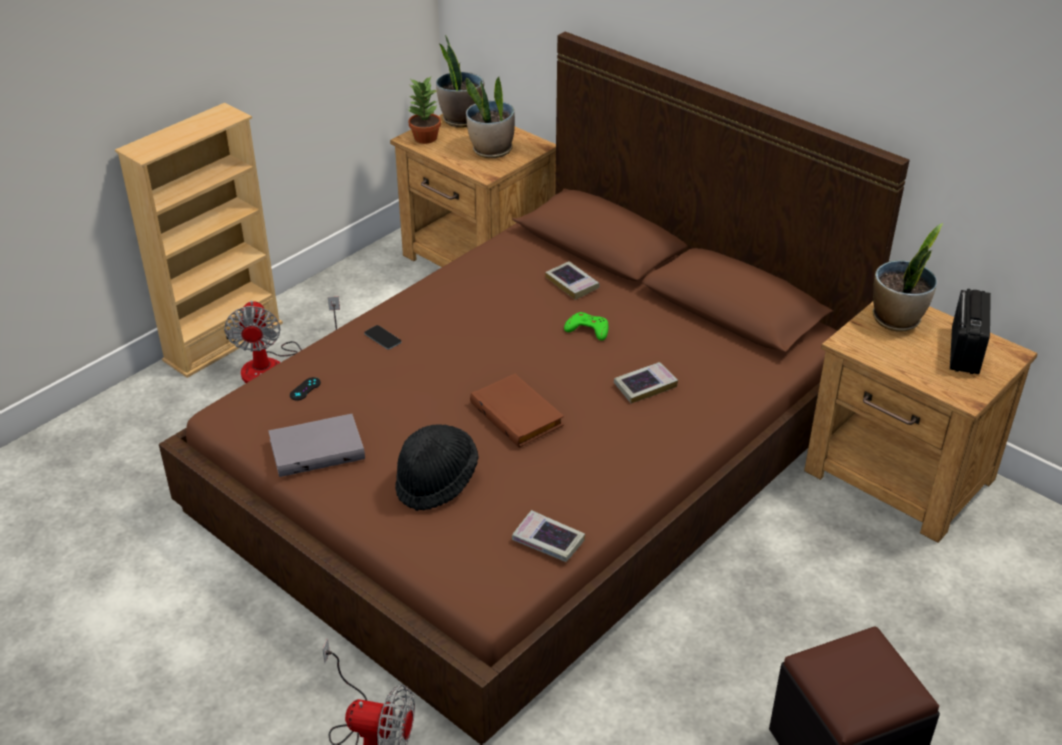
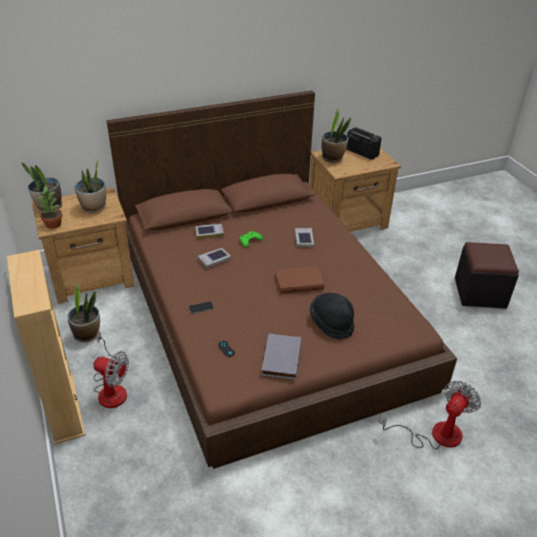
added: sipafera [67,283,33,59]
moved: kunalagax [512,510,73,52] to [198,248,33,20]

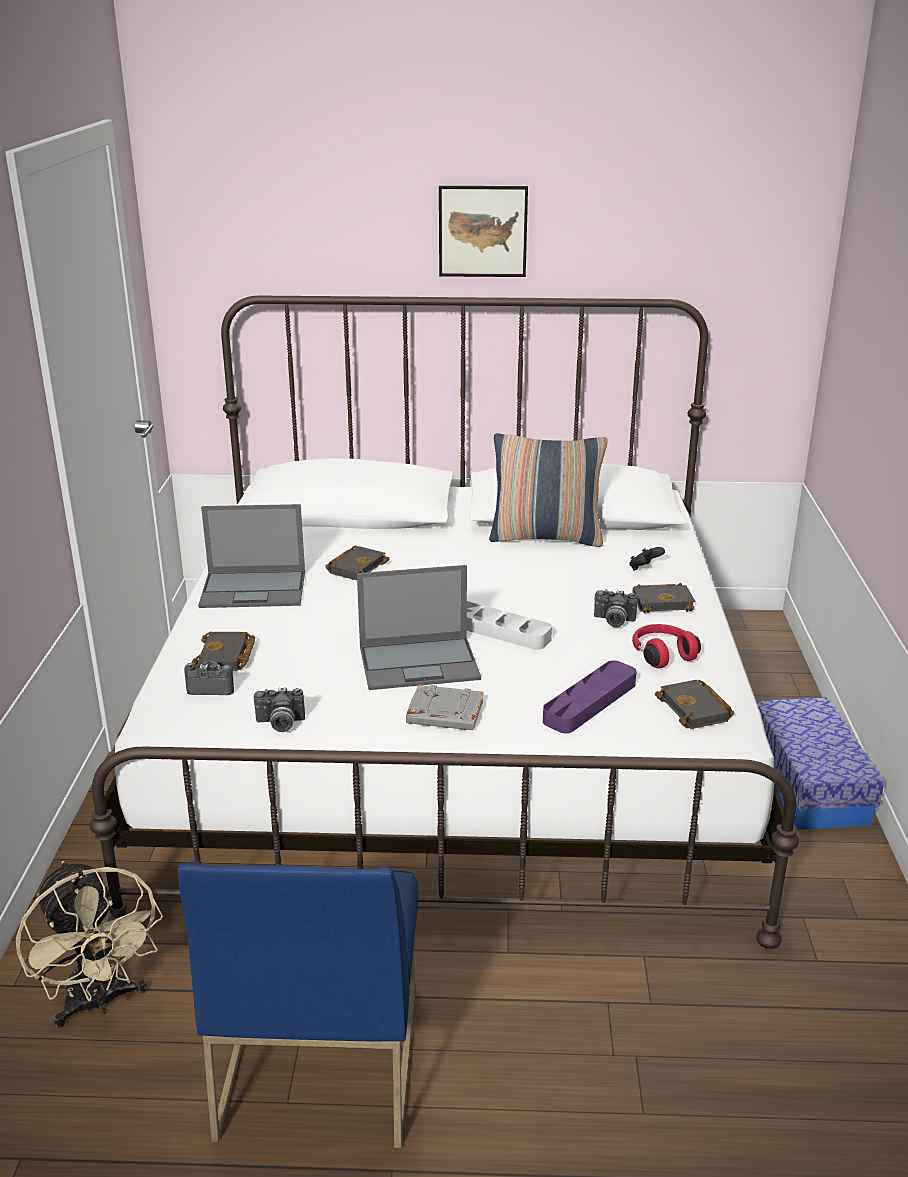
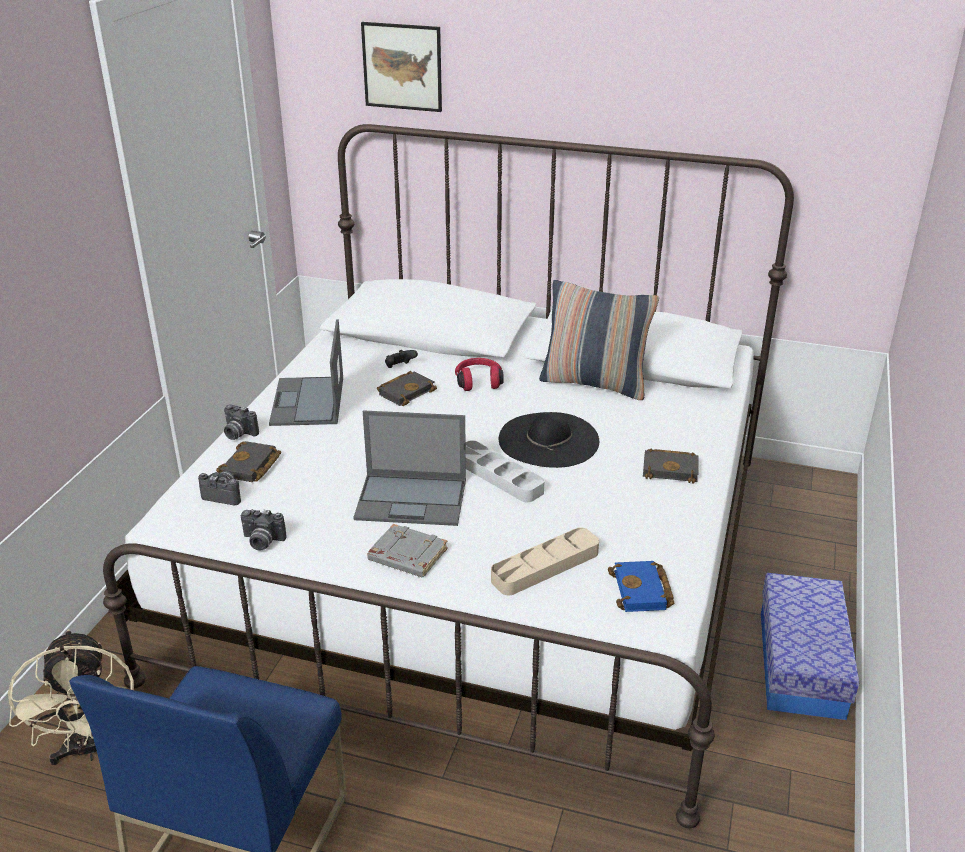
added: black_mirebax [499,412,100,56]
moved: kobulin [439,186,89,91] to [361,22,81,90]; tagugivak [594,589,43,38] to [224,404,35,36]; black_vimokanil [629,547,36,24] to [385,350,33,18]; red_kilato [632,624,69,44] to [455,358,49,33]
recoloured: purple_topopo [543,661,94,72] to beige_topopo [491,528,108,67]; black_kunalagax [655,680,79,49] to blue_kunalagax [608,561,66,51]
turned: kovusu [198,504,107,104] = [269,319,74,107] 75 degrees clockwise

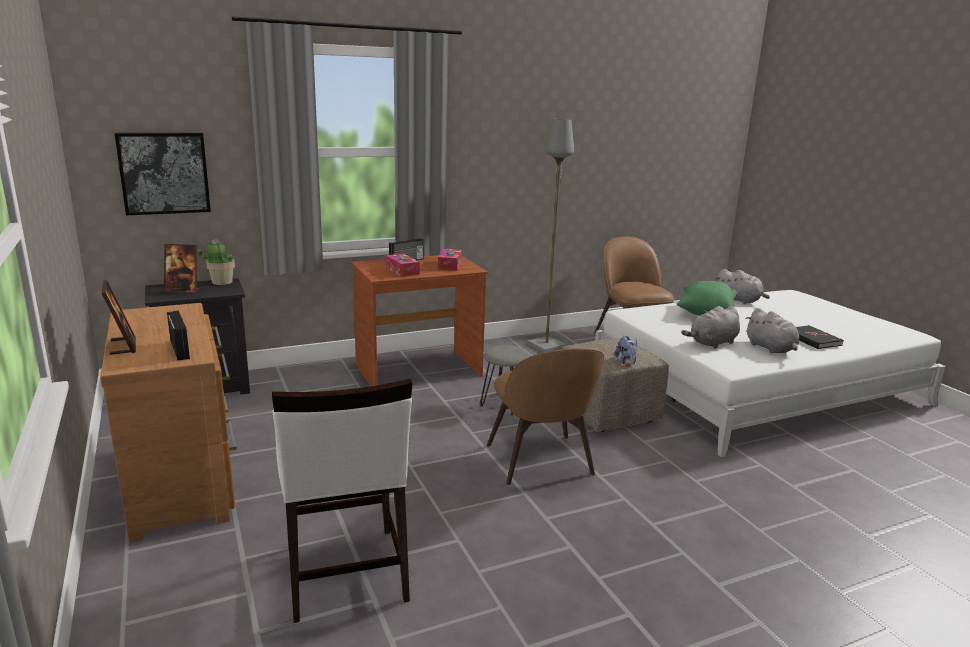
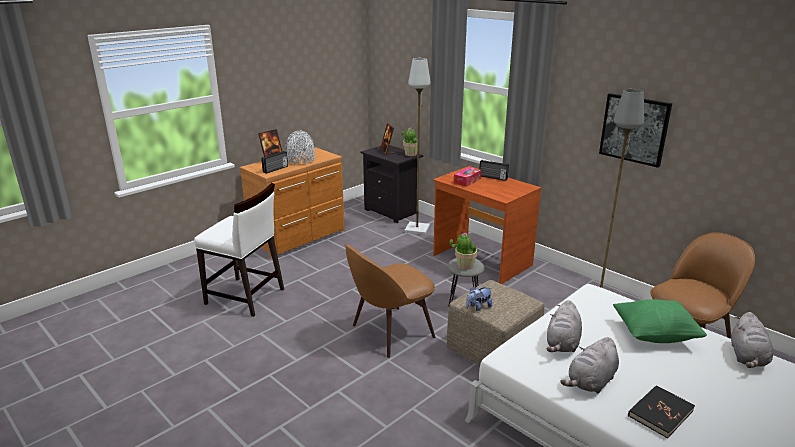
removed: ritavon [438,249,24,22]
added: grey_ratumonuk [286,131,29,34]; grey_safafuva [404,58,27,177]; sipafera [449,232,28,38]
moved: kobulin [115,133,96,82] to [599,93,73,75]
turned: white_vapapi [272,379,140,244] = [194,183,90,134] 120 degrees counterclockwise; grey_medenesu [681,306,59,43] = [547,300,35,52] 105 degrees counterclockwise

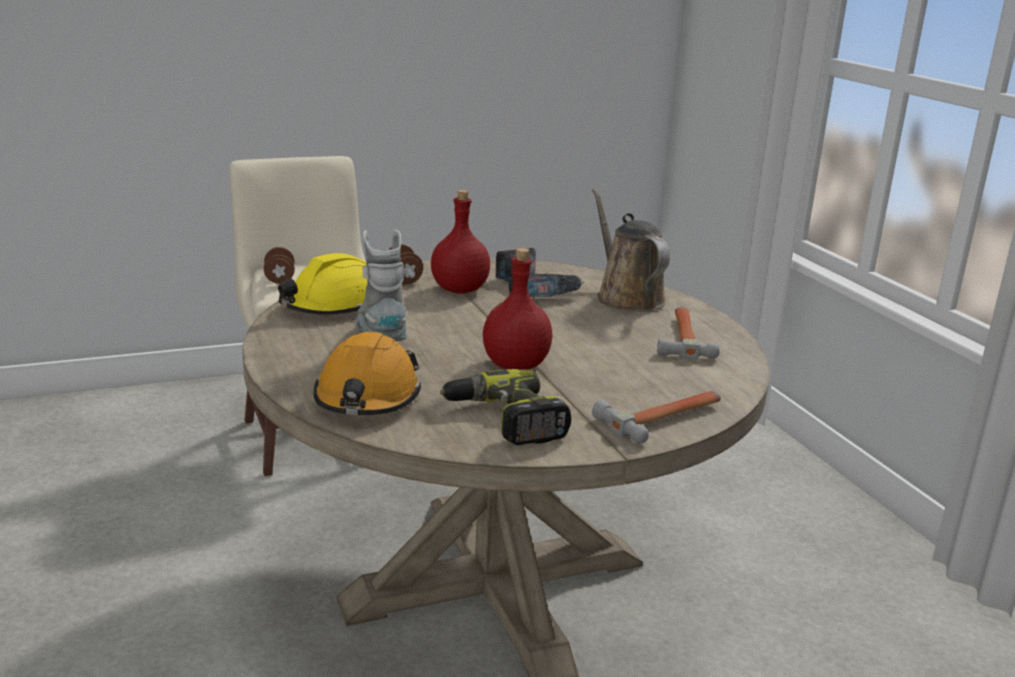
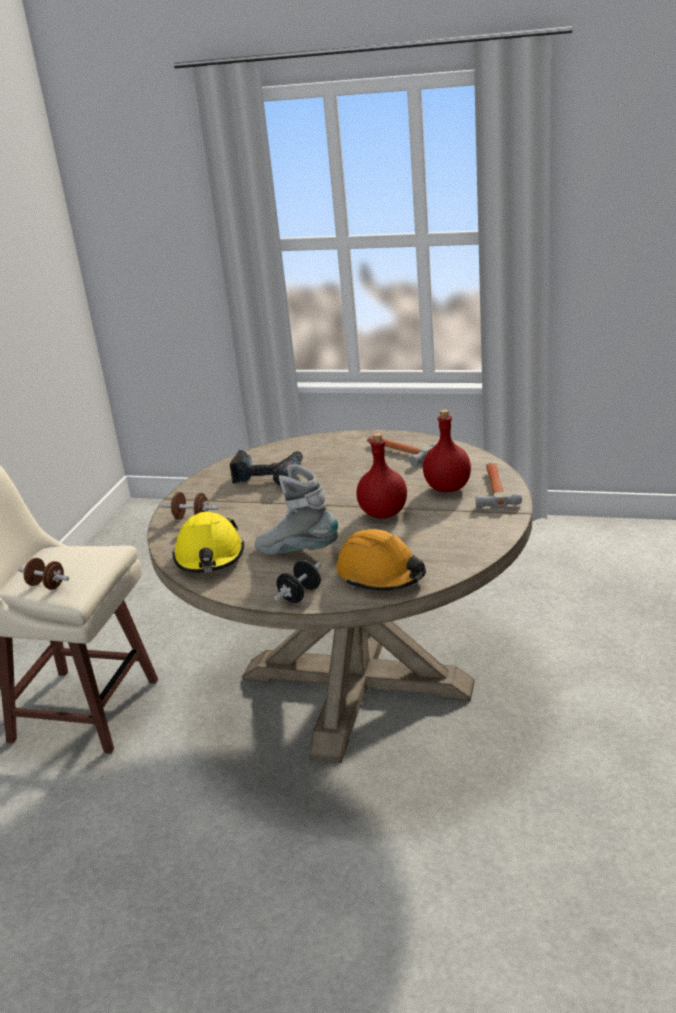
removed: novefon [440,369,131,76]; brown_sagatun [592,188,78,124]
added: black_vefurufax [274,560,47,43]
moved: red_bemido [431,190,59,104] to [423,409,48,83]

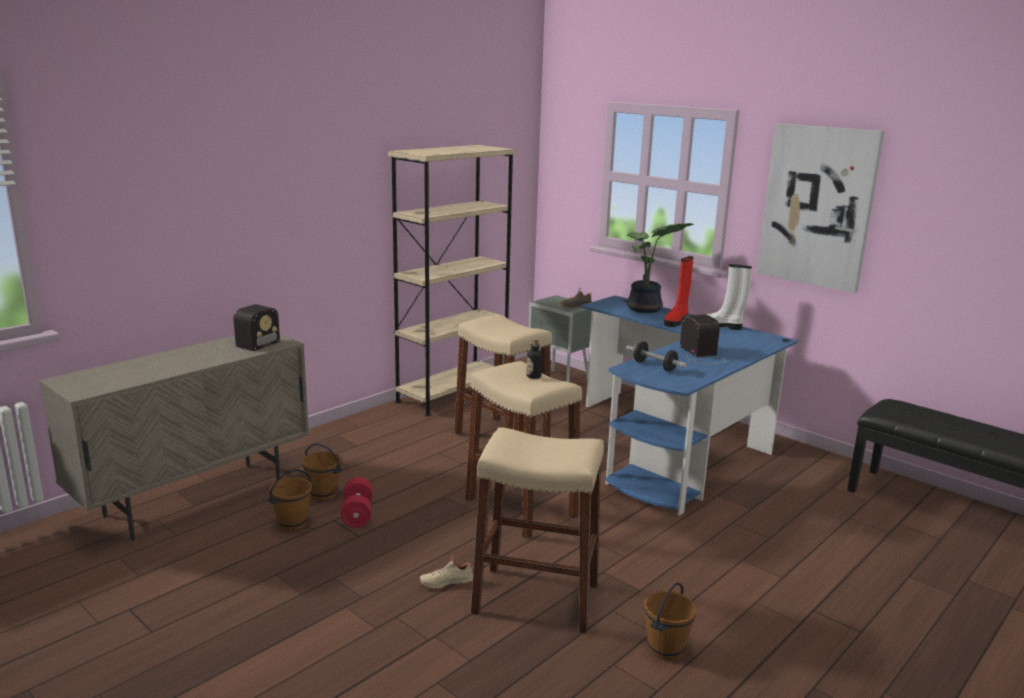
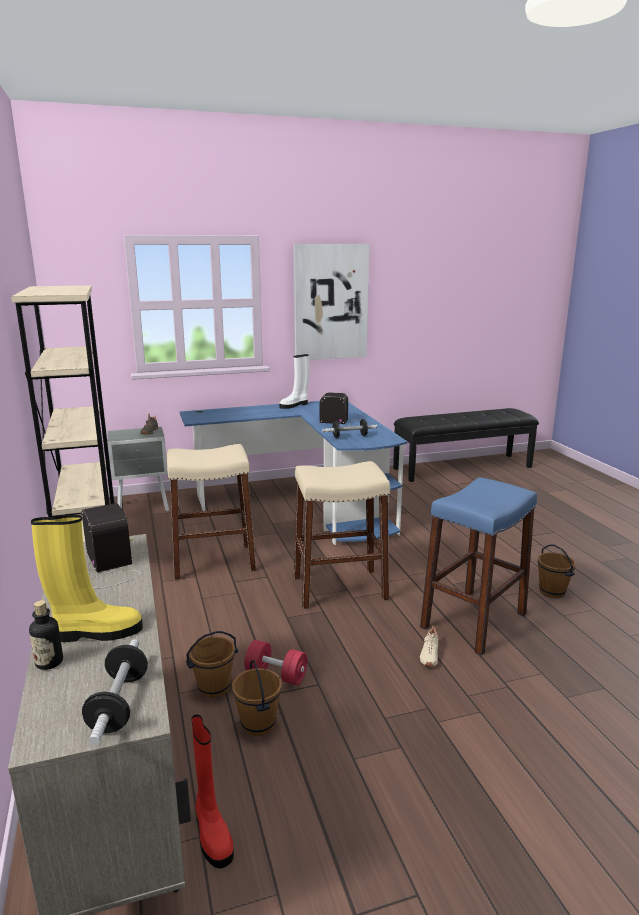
removed: sipafera [627,223,67,90]
added: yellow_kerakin [31,515,112,127]; vefurufax [82,639,66,106]
moved: bemido [526,339,16,40] to [29,600,34,70]; red_kerakin [664,256,29,71] to [191,714,43,155]
recoloured: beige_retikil [471,427,133,207] to blue_retikil [420,477,117,179]

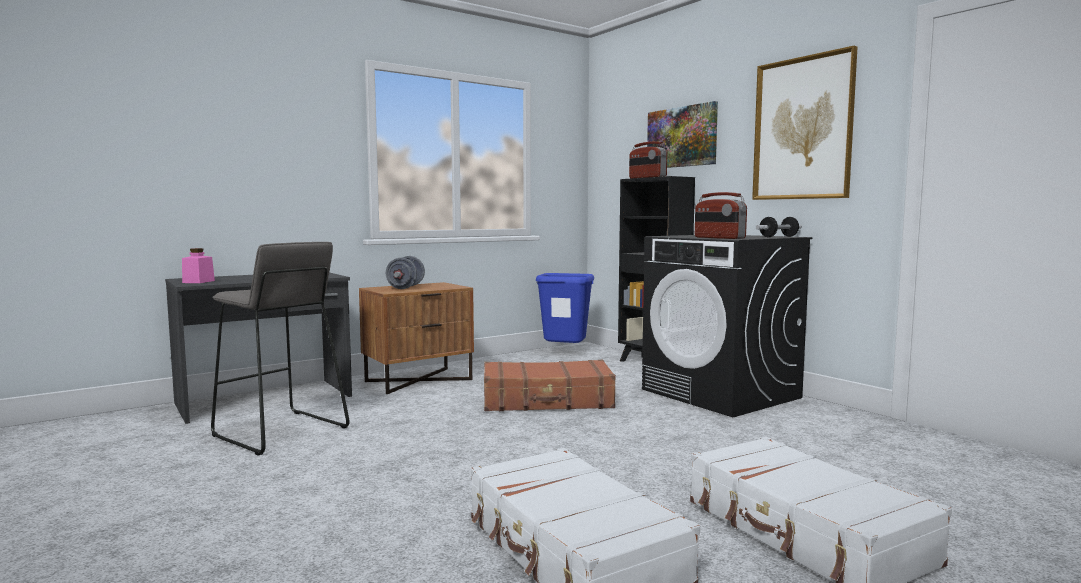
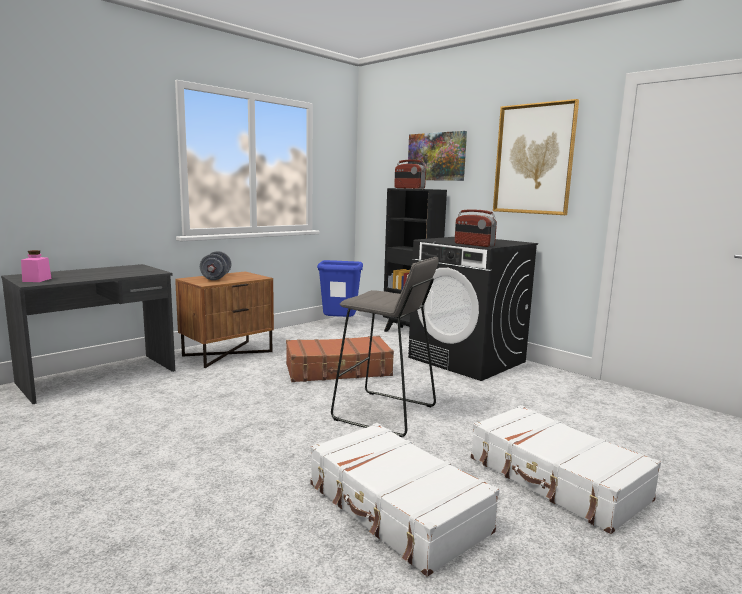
removed: vefurufax [756,217,46,20]
moved: grey_retikil [211,242,139,214] to [331,257,108,181]

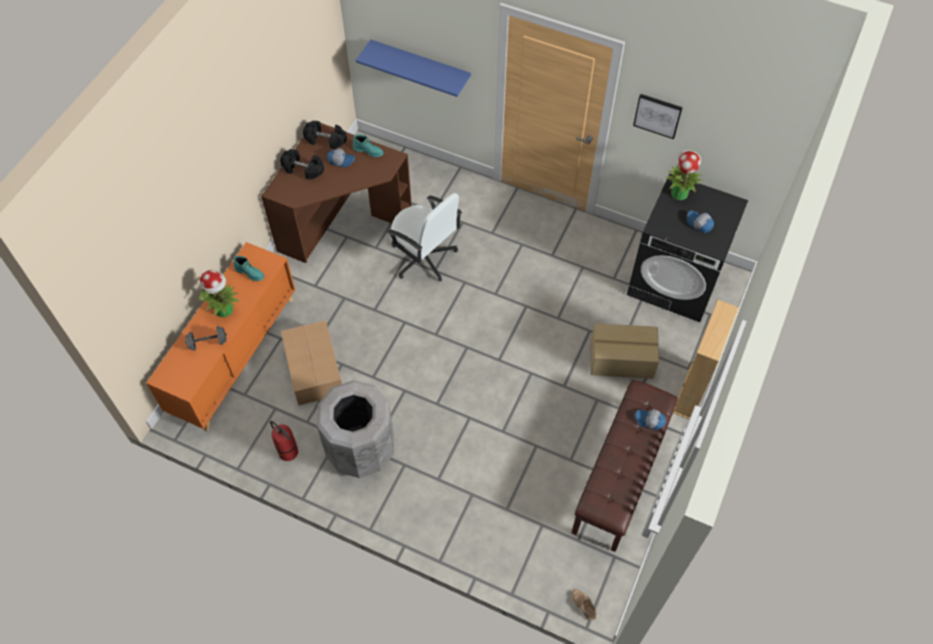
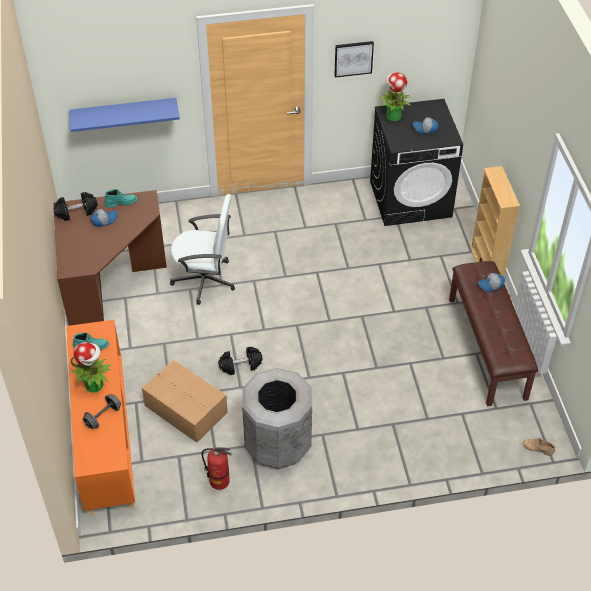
removed: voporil [591,323,68,56]
moved: black_vefurufax [280,149,44,31] to [218,347,45,28]

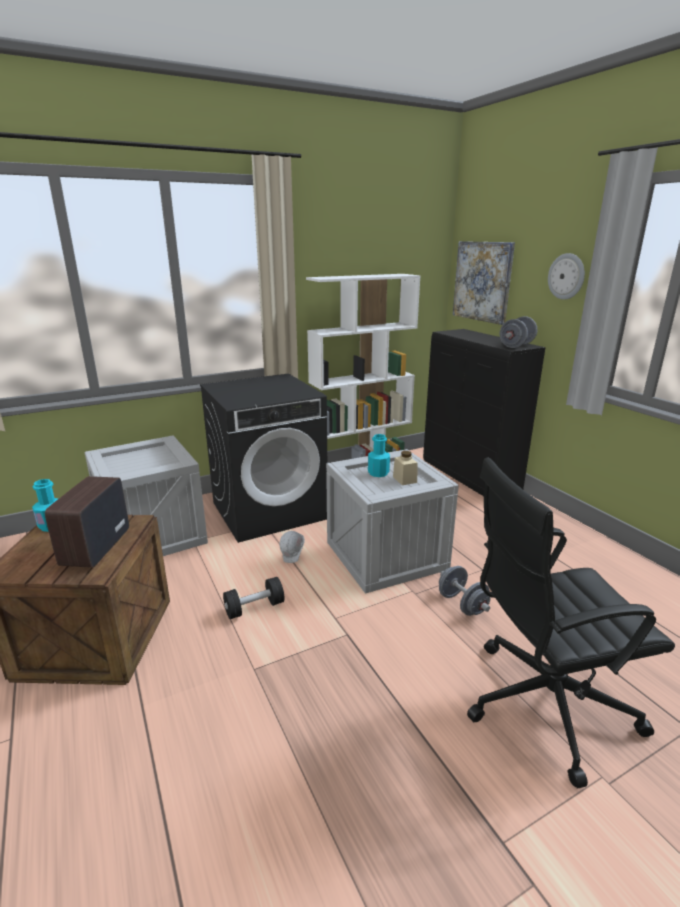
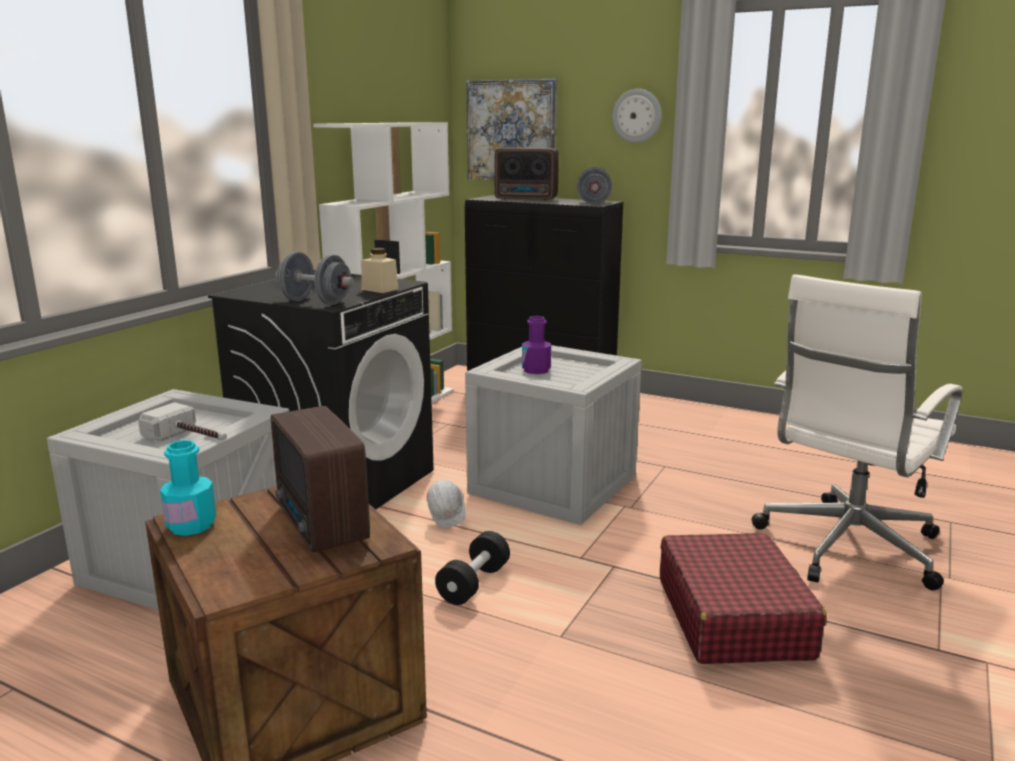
added: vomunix [138,402,89,39]; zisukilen [494,148,65,53]; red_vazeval [660,532,167,132]
moved: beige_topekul [393,451,25,34] to [361,248,38,45]; grey_vefurufax [439,566,52,50] to [275,252,79,53]
recoloured: turquoise_bemido [368,434,22,43] to purple_bemido [522,316,29,58]; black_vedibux [467,457,208,332] to white_vedibux [752,274,210,317]

